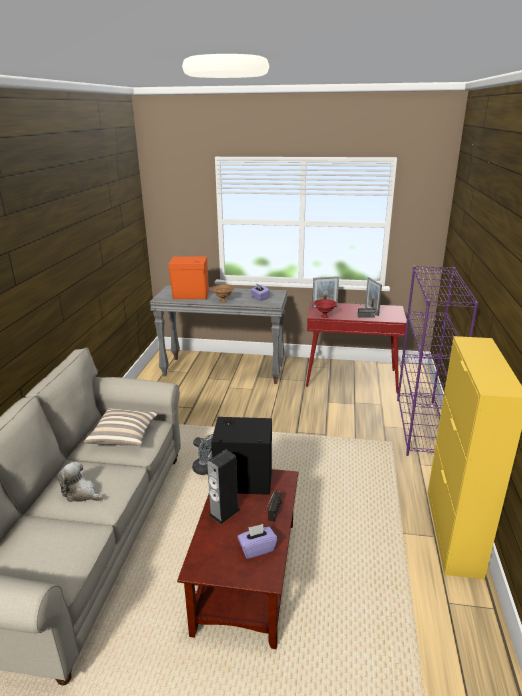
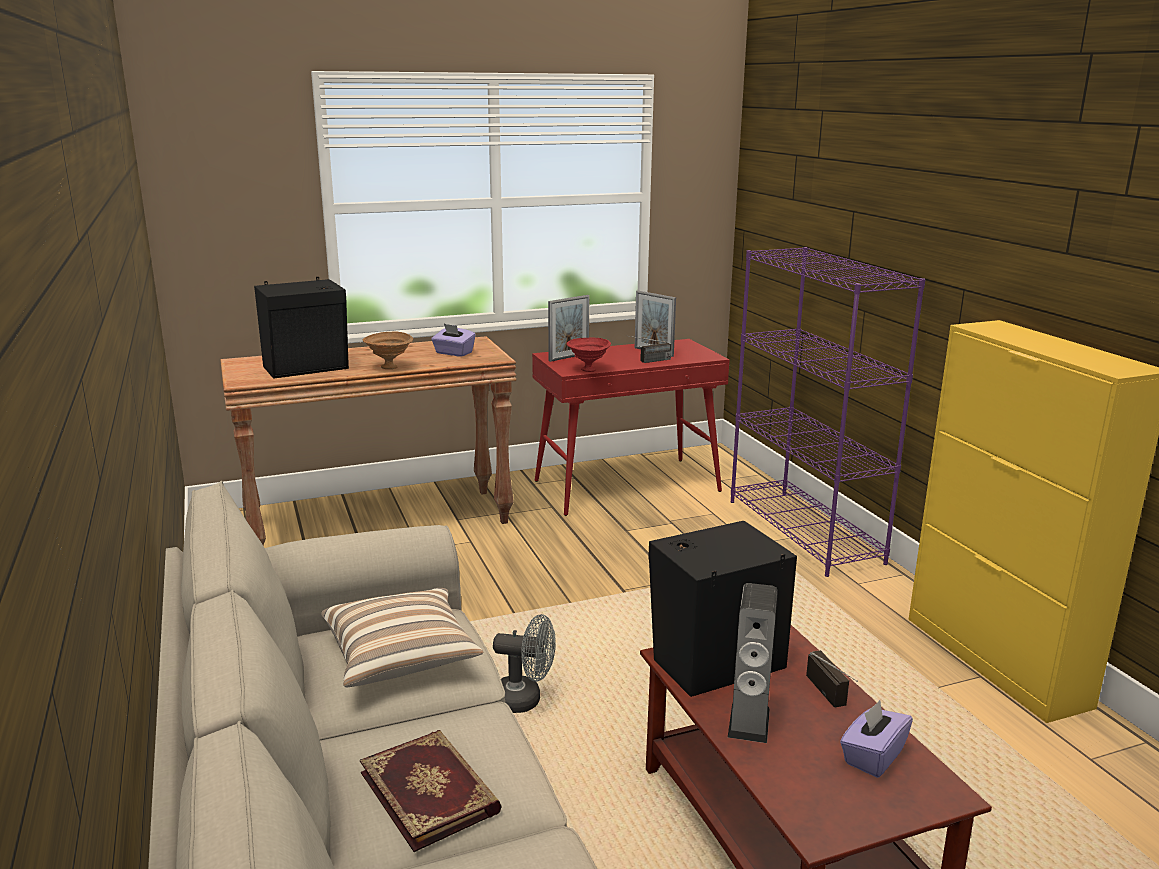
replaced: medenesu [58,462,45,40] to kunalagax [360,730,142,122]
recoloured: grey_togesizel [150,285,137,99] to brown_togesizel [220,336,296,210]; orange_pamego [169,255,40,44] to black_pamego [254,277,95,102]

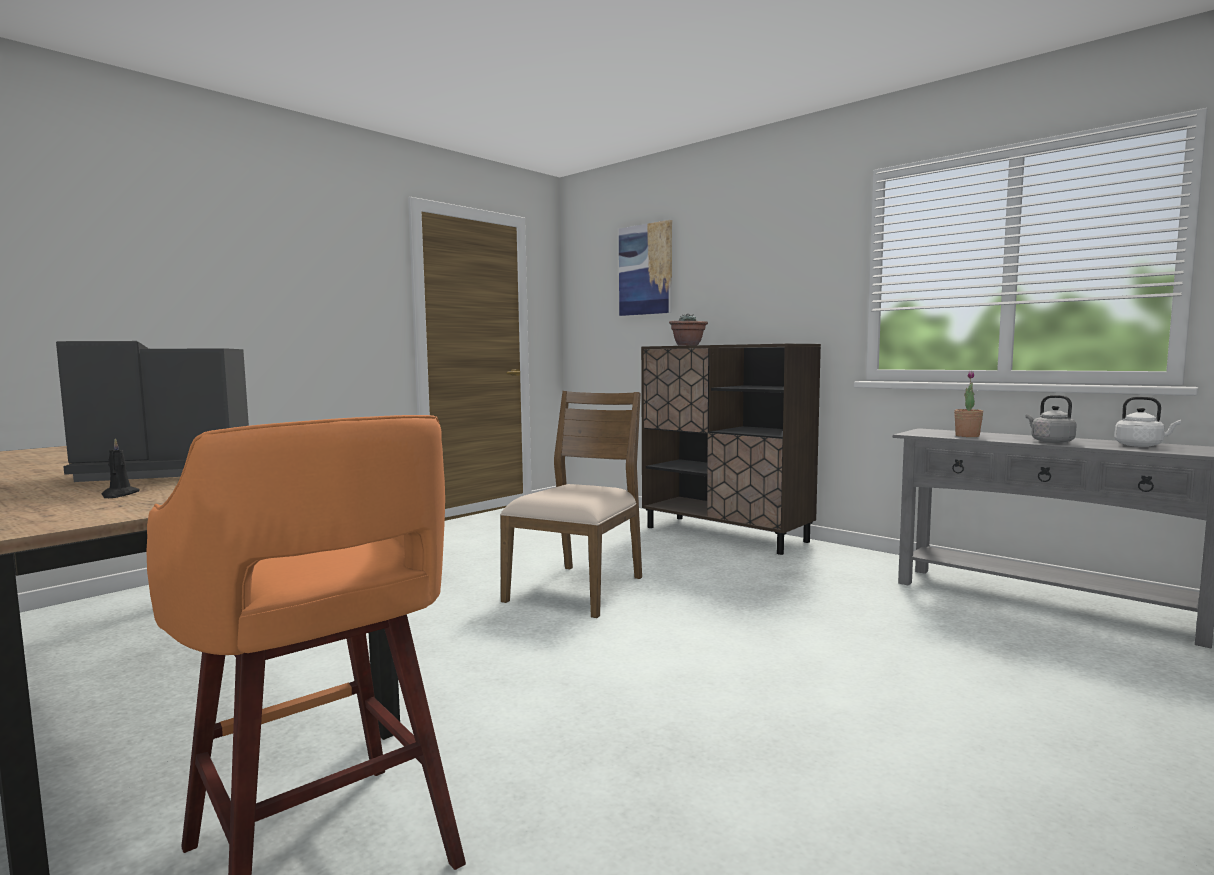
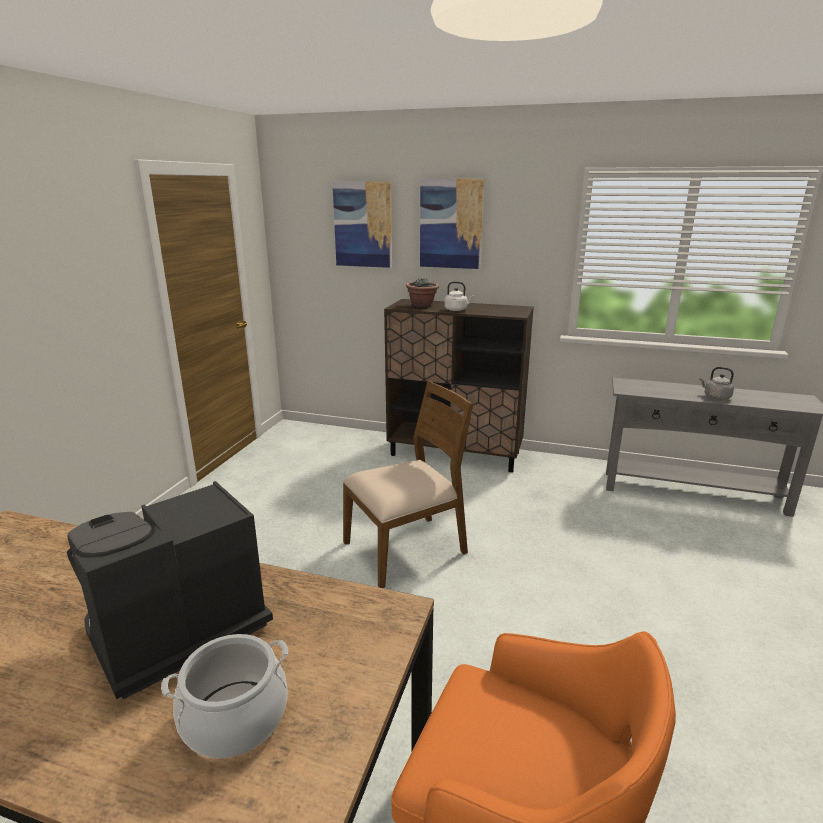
removed: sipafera [954,371,30,66]
added: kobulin [420,179,64,90]
moved: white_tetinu [1114,397,67,50] to [444,281,30,30]
replaced: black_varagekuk [101,438,39,60] to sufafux [161,634,127,125]
turned: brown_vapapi [500,391,142,227] = [343,381,130,207] 60 degrees clockwise

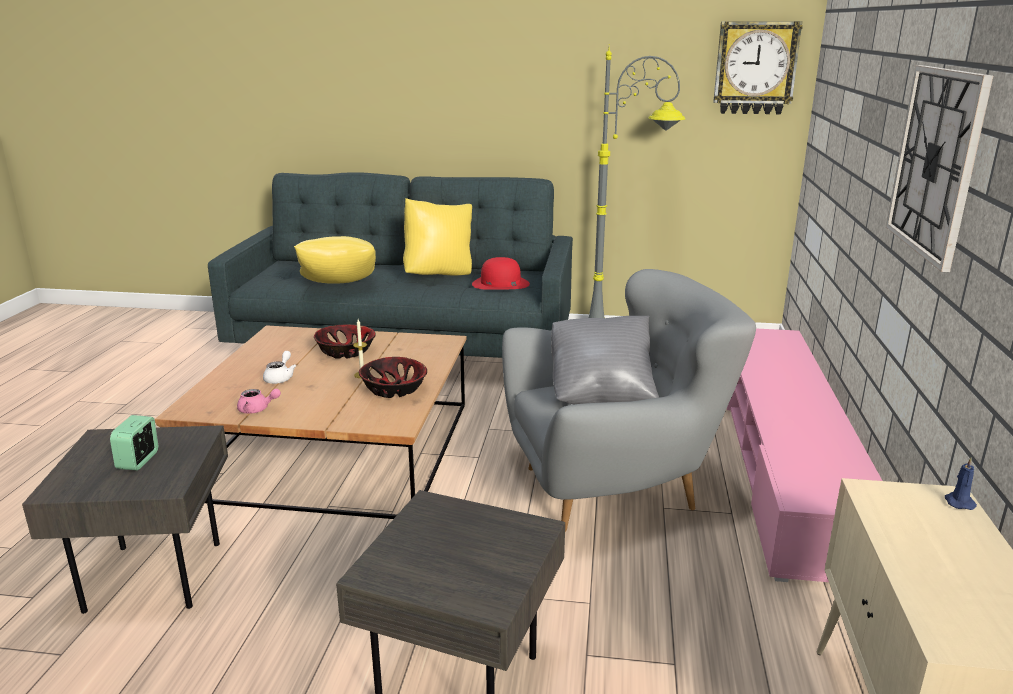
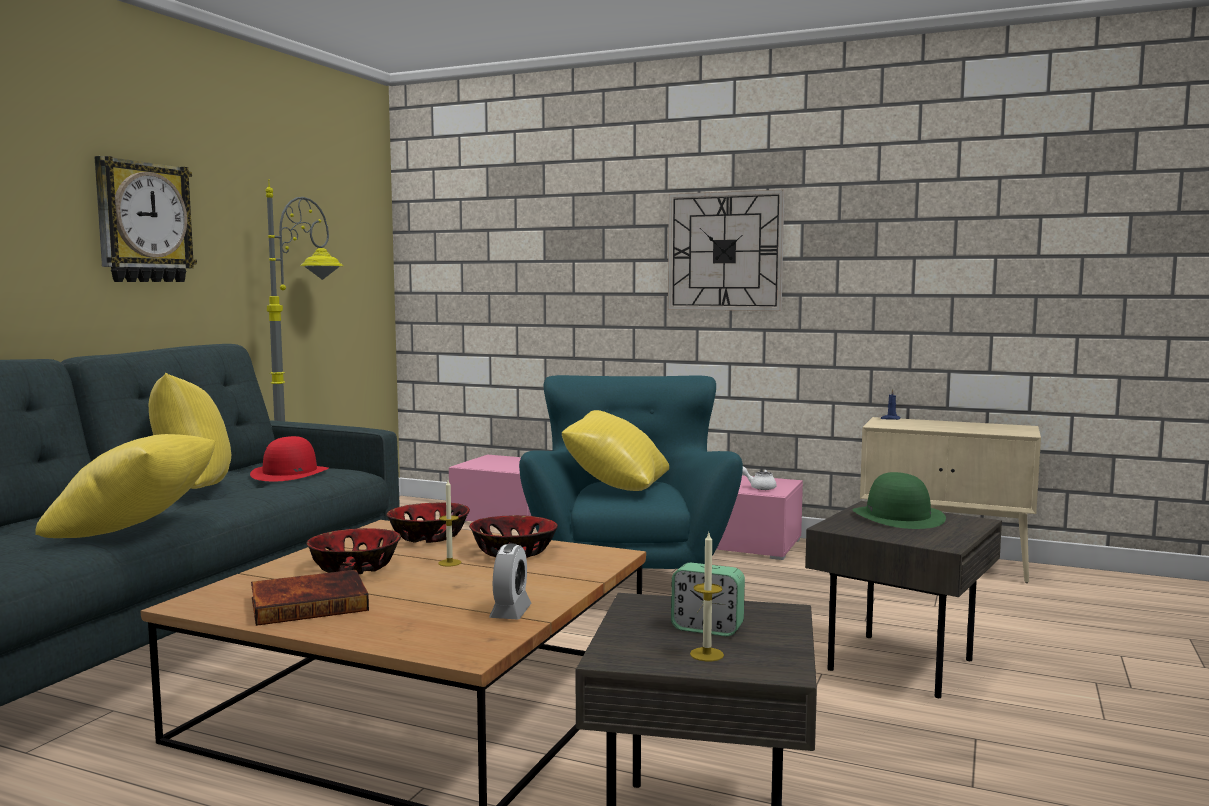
added: kunalagax [251,570,118,56]; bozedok [386,502,84,41]; varagekuk [690,533,34,129]; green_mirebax [853,472,93,57]
moved: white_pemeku [263,351,33,33] to [742,467,35,23]; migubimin [713,22,90,92] to [95,156,102,126]
replaced: pink_pemeku [237,389,44,25] to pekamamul [489,544,42,76]
recoloured: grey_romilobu [502,269,254,263] to turquoise_romilobu [519,375,224,194]; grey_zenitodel [551,316,108,89] to yellow_zenitodel [562,410,107,81]

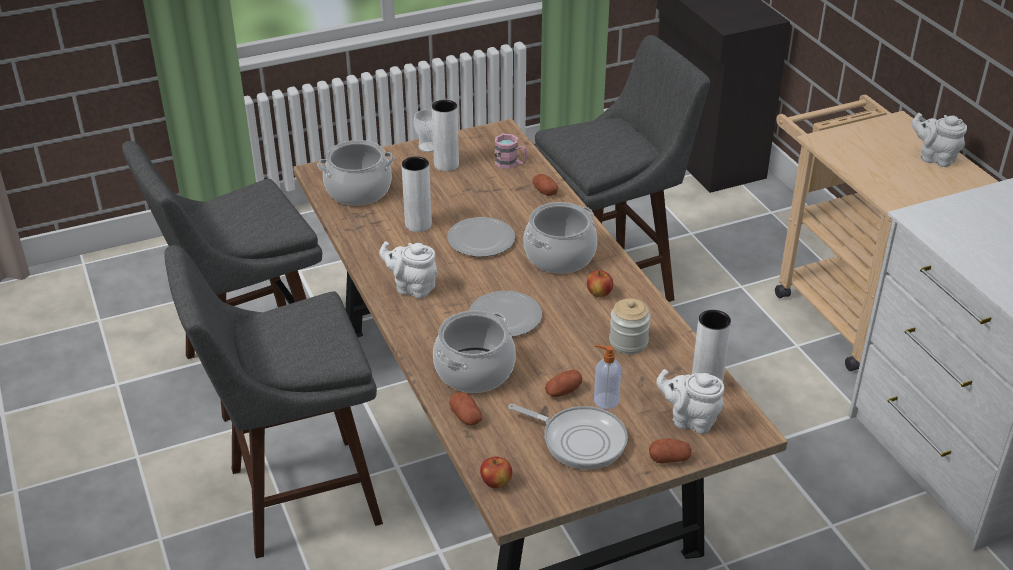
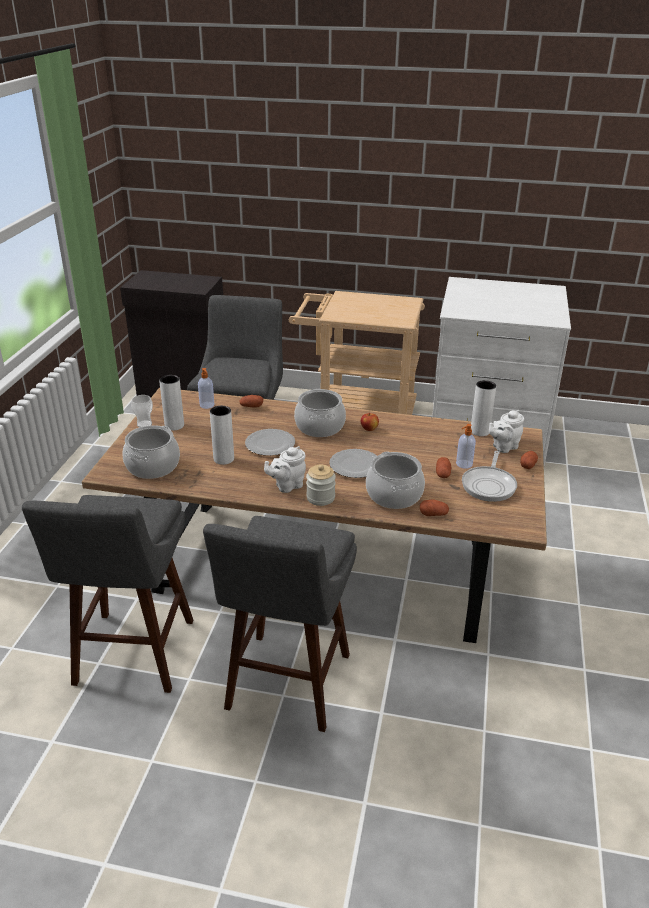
removed: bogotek [480,457,32,32]; white_pemeku [912,113,55,54]
moved: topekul [609,298,42,56] to [306,464,30,42]
replaced: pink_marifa [495,134,32,35] to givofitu [198,368,17,41]
turned: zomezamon [508,403,120,67] = [462,451,55,51] 135 degrees clockwise

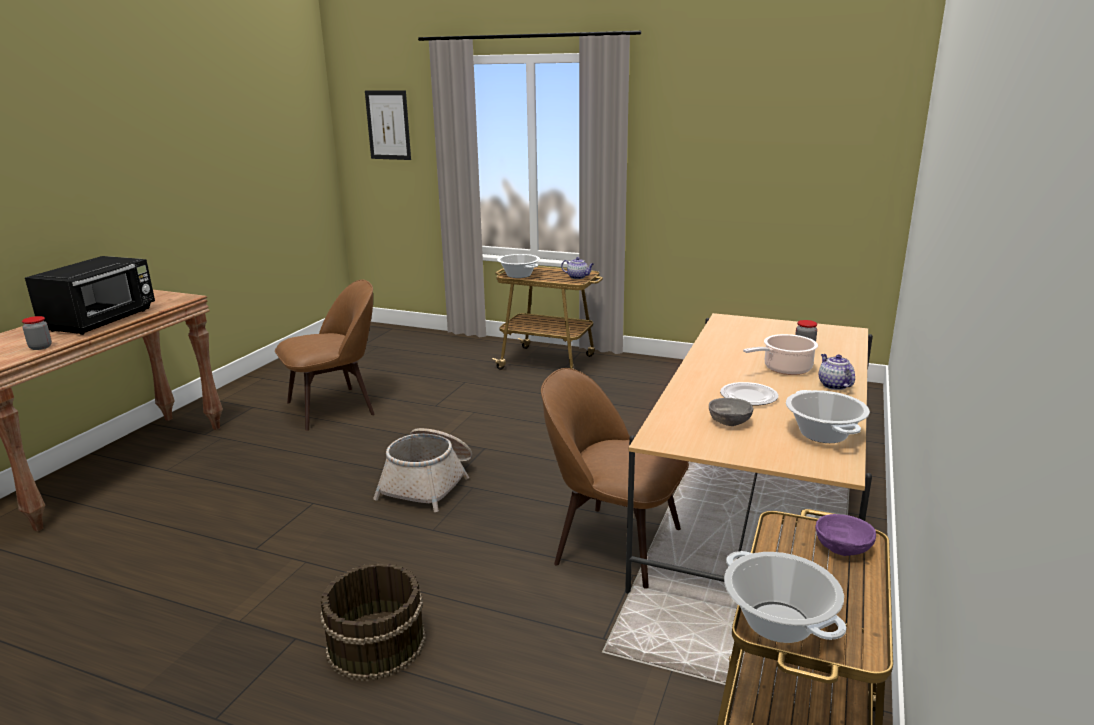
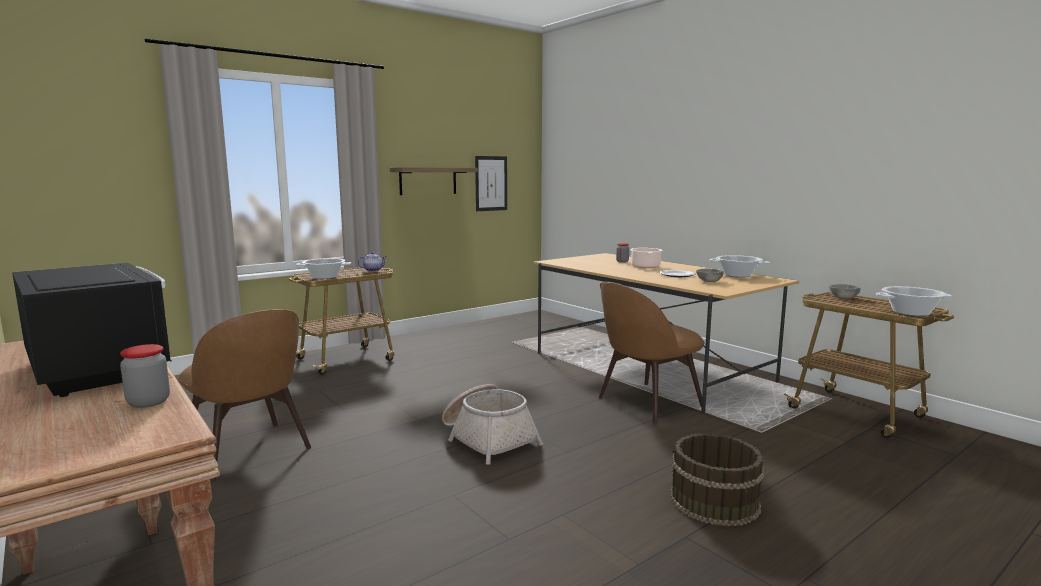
removed: pemeku [819,354,36,36]
added: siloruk [390,167,88,28]
moved: kobulin [365,90,46,70] to [475,156,32,55]
recoloured: purple_bozedok [815,514,61,42] to grey_bozedok [829,284,32,15]
turned: brown_vapapi [275,280,100,151] = [178,309,133,173] 135 degrees clockwise

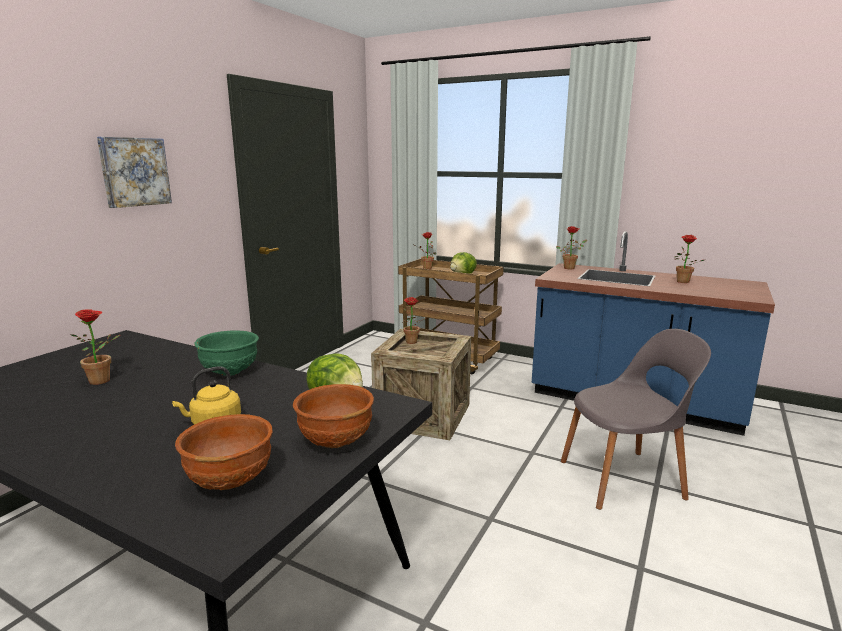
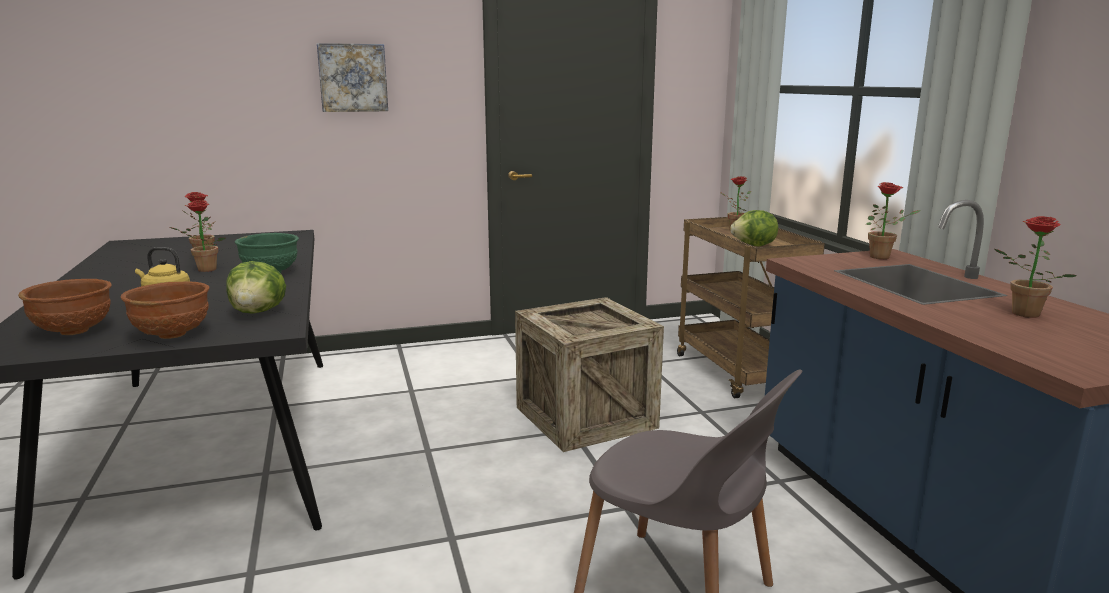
moved: sipafera [402,297,24,47] to [169,200,57,72]

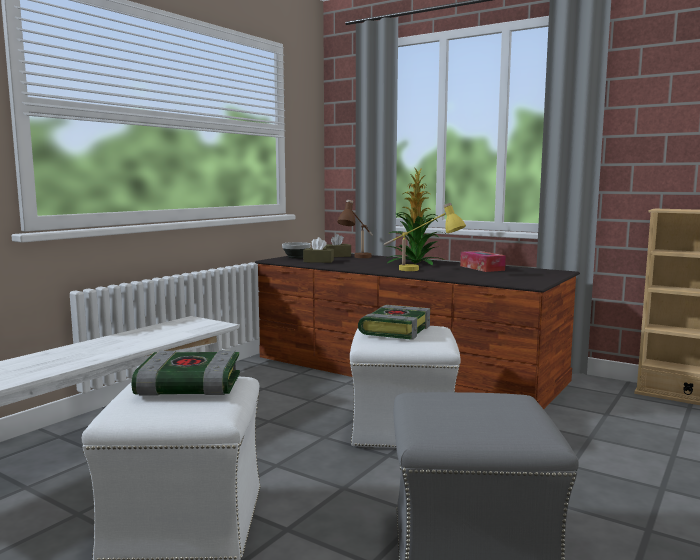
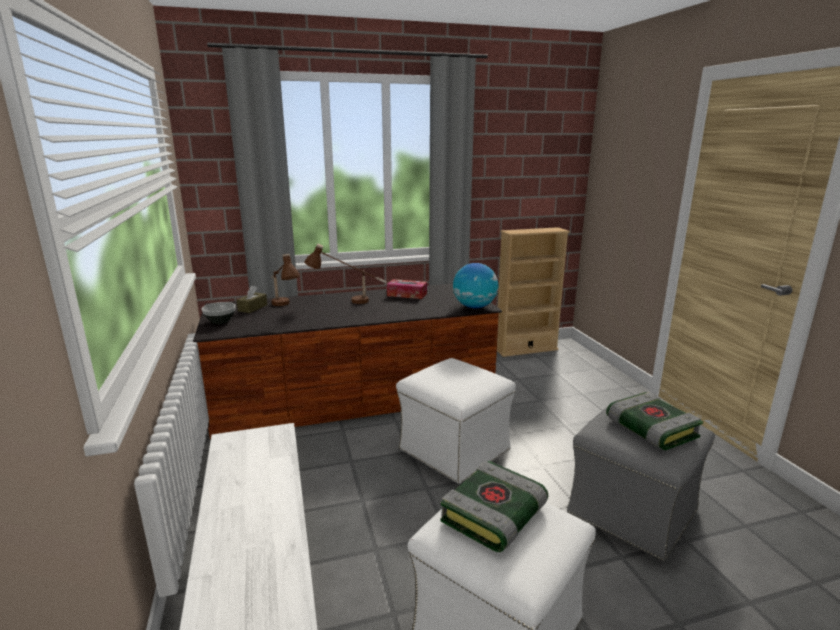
removed: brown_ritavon [303,237,31,26]; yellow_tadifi [384,203,82,68]
added: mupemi [453,263,45,45]
moved: kunalagax [358,305,72,35] to [606,392,97,58]
replaced: sipafera [387,168,57,97] to brown_tadifi [304,244,83,60]

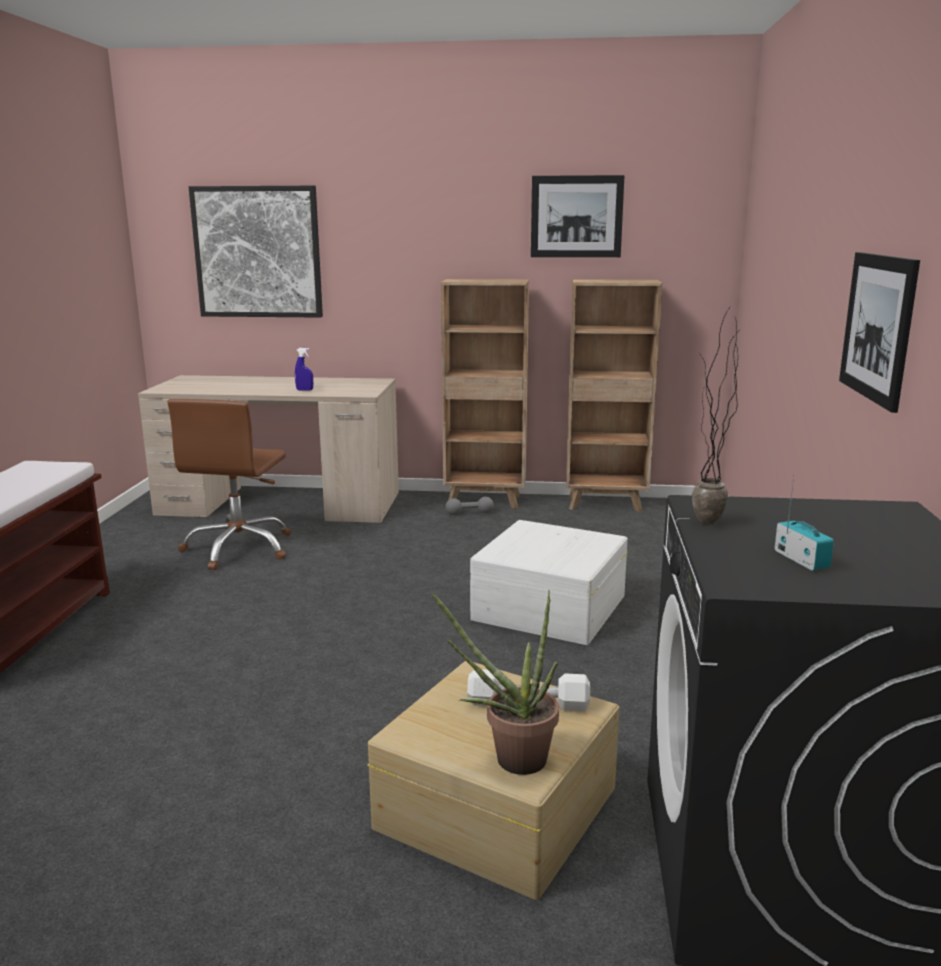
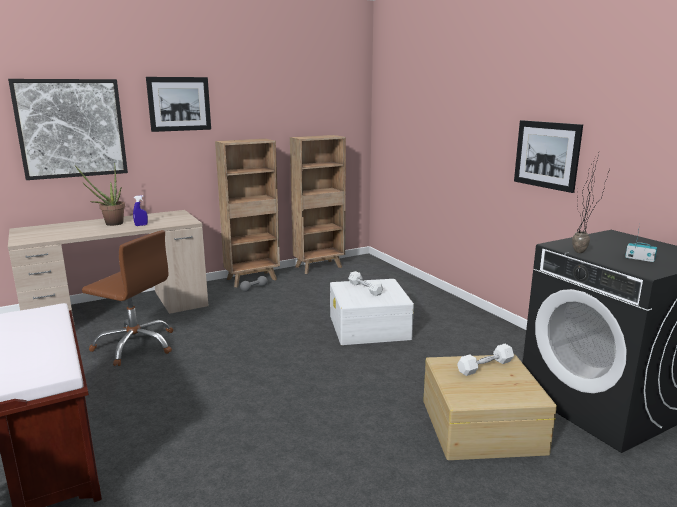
added: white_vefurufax [348,271,35,25]
moved: sipafera [431,590,128,185] to [75,163,50,63]; kobulin [531,175,93,82] to [146,77,65,55]
turned: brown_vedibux [167,399,124,171] = [82,230,91,136] 45 degrees counterclockwise

